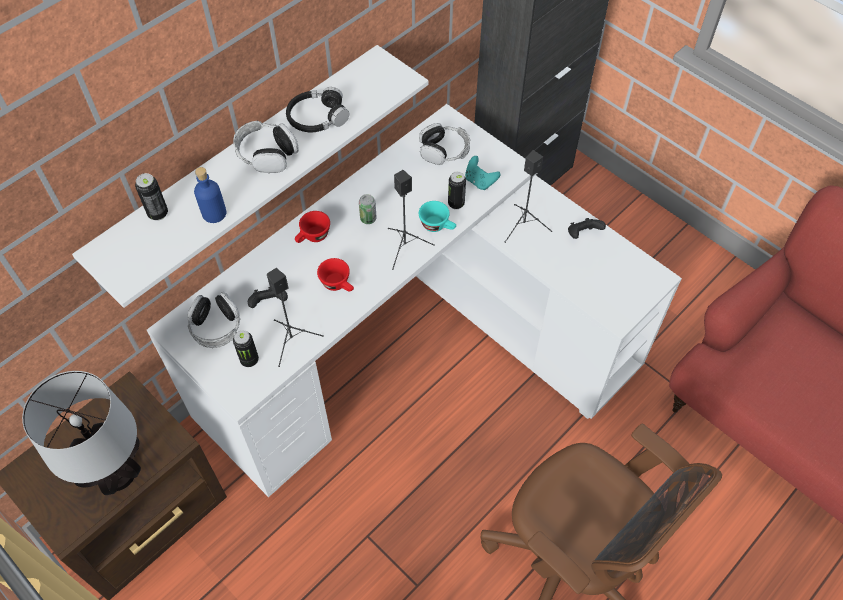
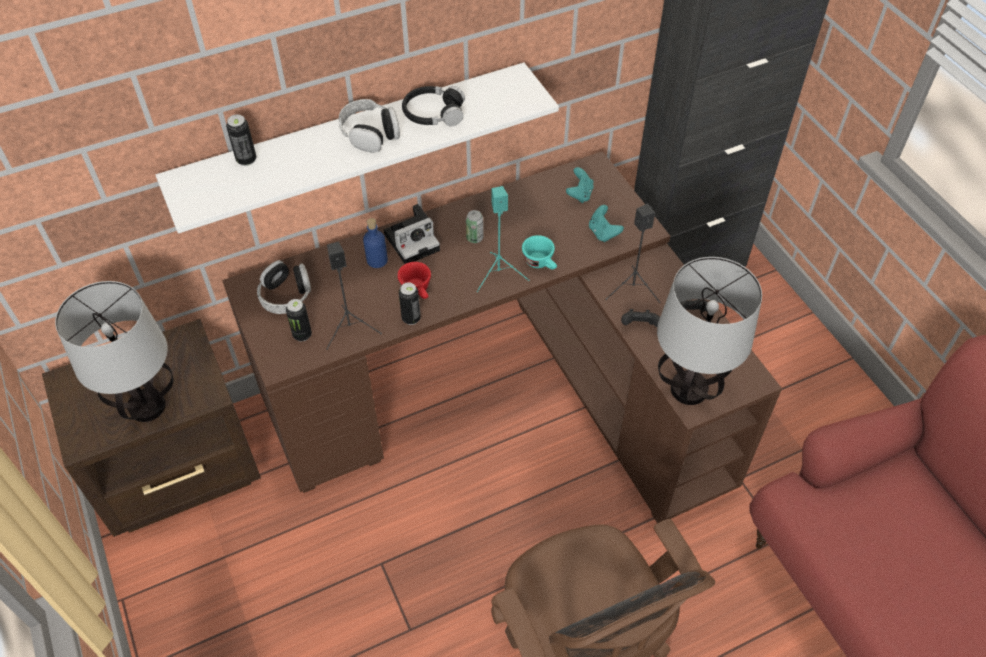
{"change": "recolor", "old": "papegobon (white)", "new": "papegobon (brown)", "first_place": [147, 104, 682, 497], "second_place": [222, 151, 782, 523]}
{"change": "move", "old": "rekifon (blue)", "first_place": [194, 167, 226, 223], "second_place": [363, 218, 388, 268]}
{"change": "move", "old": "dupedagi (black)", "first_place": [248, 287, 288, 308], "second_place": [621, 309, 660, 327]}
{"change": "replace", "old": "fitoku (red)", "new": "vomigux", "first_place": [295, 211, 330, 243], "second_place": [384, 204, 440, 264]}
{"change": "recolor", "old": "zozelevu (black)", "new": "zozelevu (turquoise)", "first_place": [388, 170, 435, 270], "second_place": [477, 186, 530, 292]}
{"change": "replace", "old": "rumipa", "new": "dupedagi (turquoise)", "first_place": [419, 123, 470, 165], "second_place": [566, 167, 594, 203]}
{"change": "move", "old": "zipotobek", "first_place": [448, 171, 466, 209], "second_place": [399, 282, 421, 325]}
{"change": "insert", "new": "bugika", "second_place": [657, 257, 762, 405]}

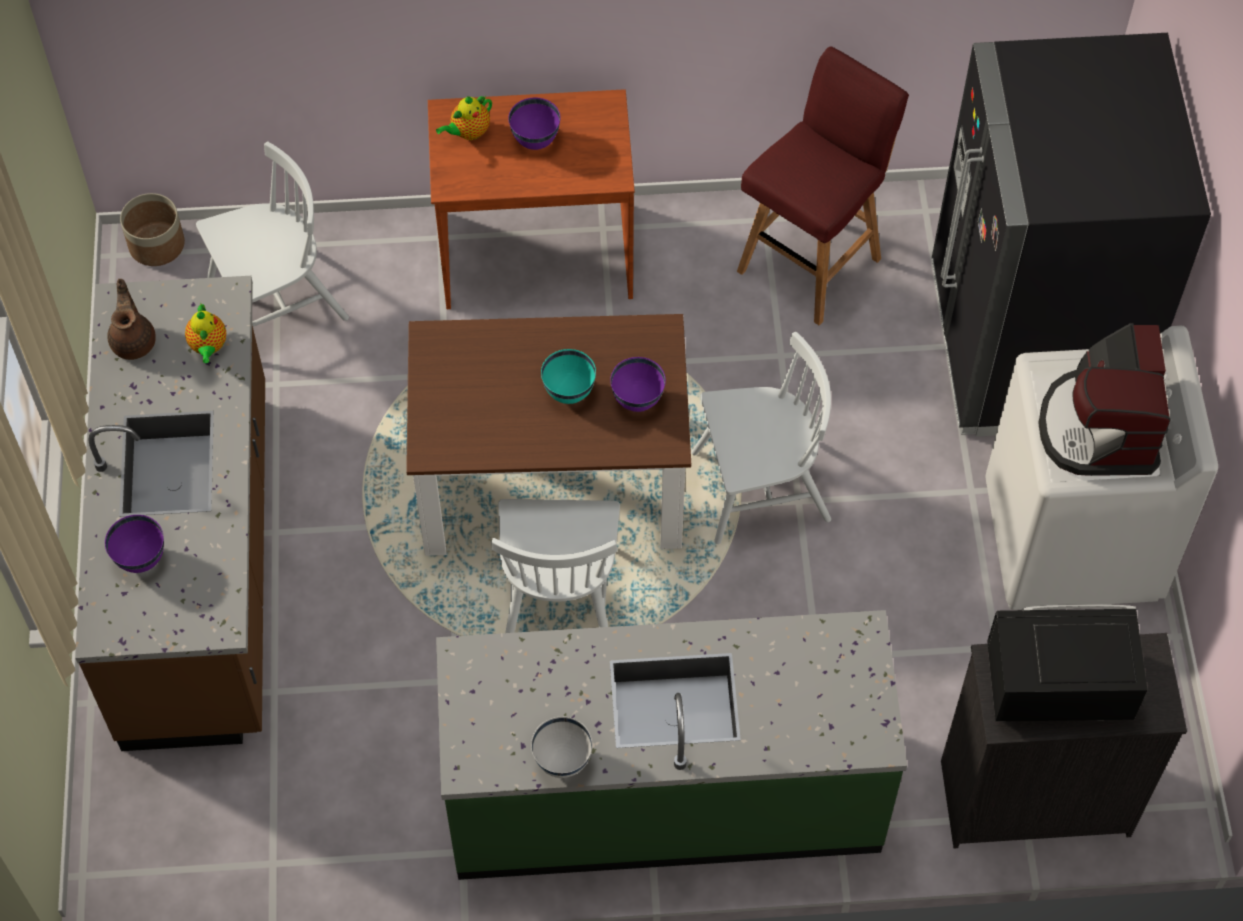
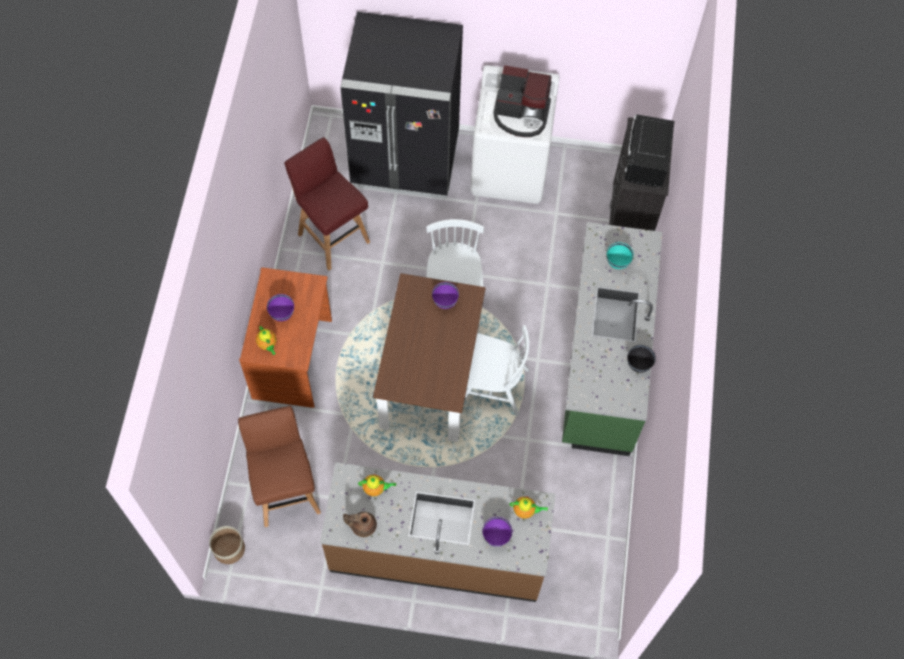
{"change": "replace", "old": "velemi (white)", "new": "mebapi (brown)", "first_place": [196, 141, 349, 327], "second_place": [238, 406, 321, 527]}
{"change": "recolor", "old": "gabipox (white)", "new": "gabipox (black)", "first_place": [531, 717, 592, 778], "second_place": [628, 345, 656, 373]}
{"change": "move", "old": "gabipox (turquoise)", "first_place": [541, 349, 596, 404], "second_place": [607, 242, 634, 269]}
{"change": "insert", "new": "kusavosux", "second_place": [509, 496, 548, 519]}

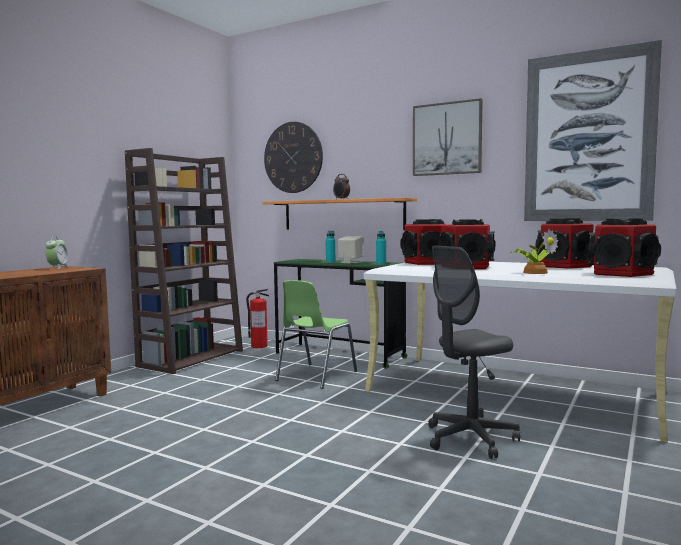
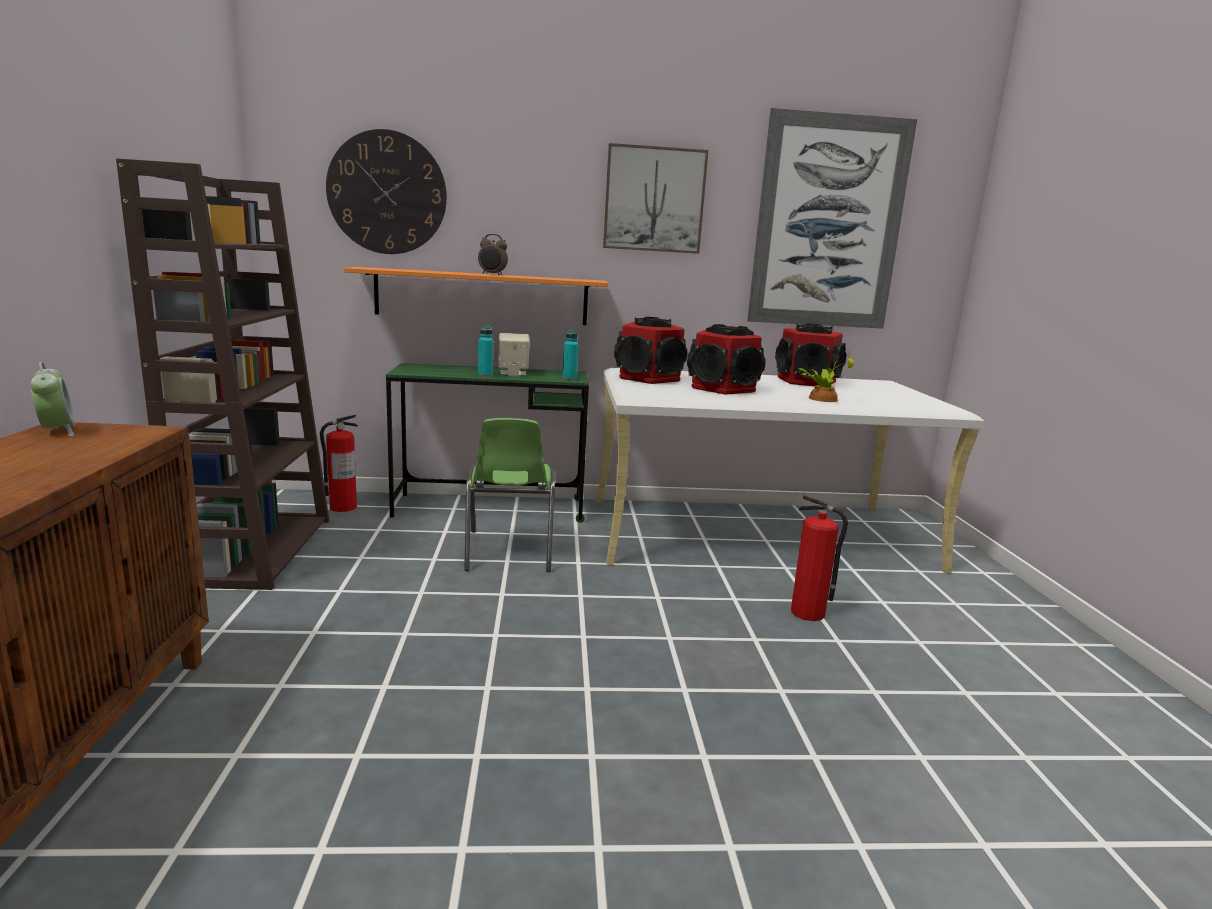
{"change": "replace", "old": "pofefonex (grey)", "new": "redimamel", "first_place": [428, 246, 520, 459], "second_place": [791, 495, 848, 621]}
{"change": "delete", "old": "zozelevu", "first_place": [588, 219, 661, 277]}

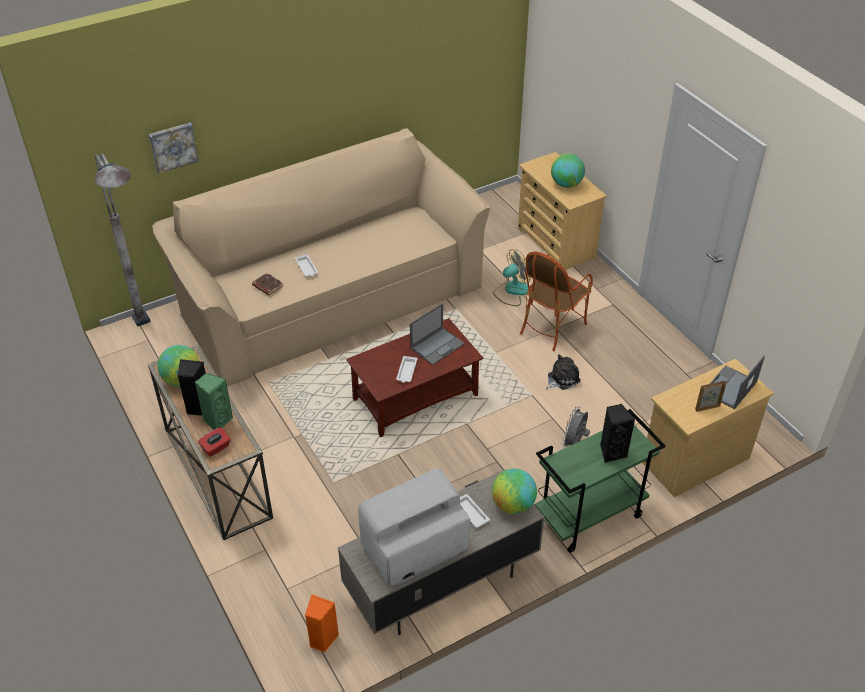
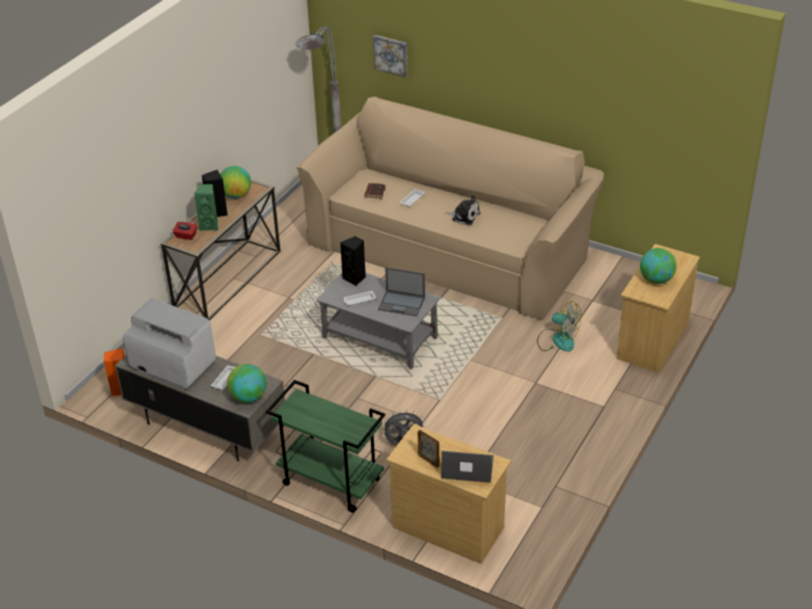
{"change": "recolor", "old": "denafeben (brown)", "new": "denafeben (grey)", "first_place": [346, 318, 483, 437], "second_place": [316, 273, 441, 370]}
{"change": "delete", "old": "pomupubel", "first_place": [520, 252, 593, 352]}
{"change": "move", "old": "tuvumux", "first_place": [546, 354, 581, 390], "second_place": [446, 195, 480, 225]}
{"change": "move", "old": "zozelevu (black)", "first_place": [600, 404, 635, 463], "second_place": [340, 236, 366, 287]}

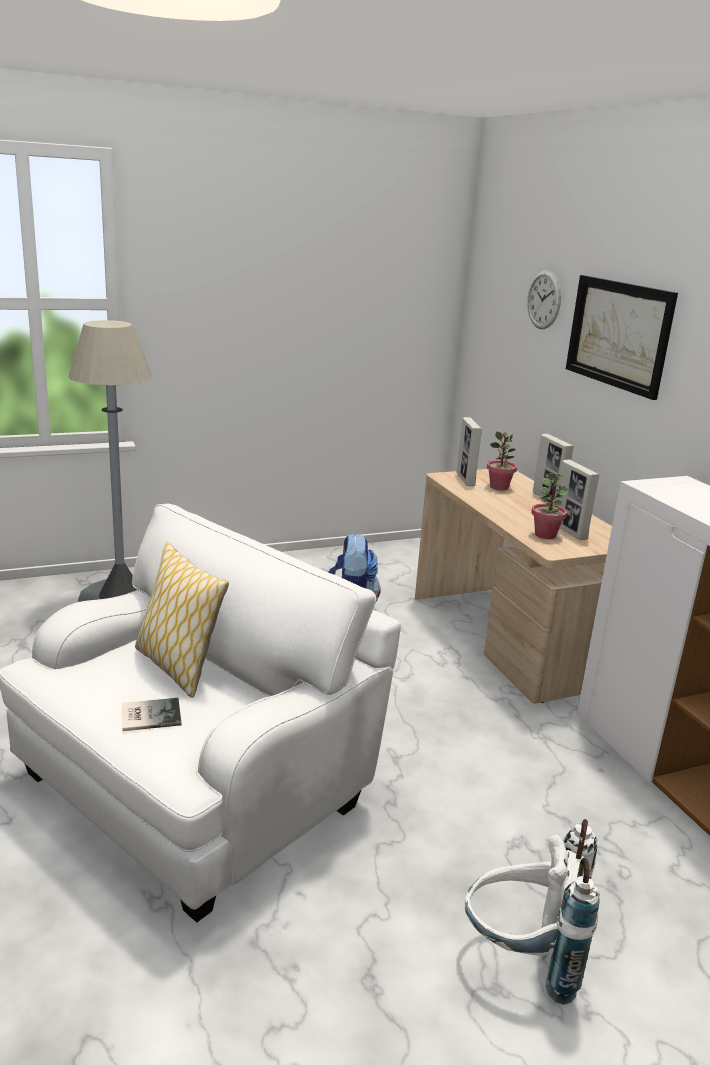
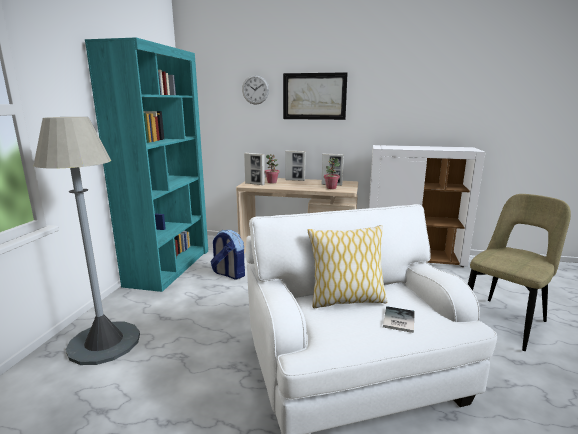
{"change": "replace", "old": "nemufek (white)", "new": "velemi (beige)", "first_place": [465, 819, 600, 1005], "second_place": [468, 194, 571, 351]}
{"change": "insert", "new": "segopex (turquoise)", "second_place": [85, 38, 208, 292]}

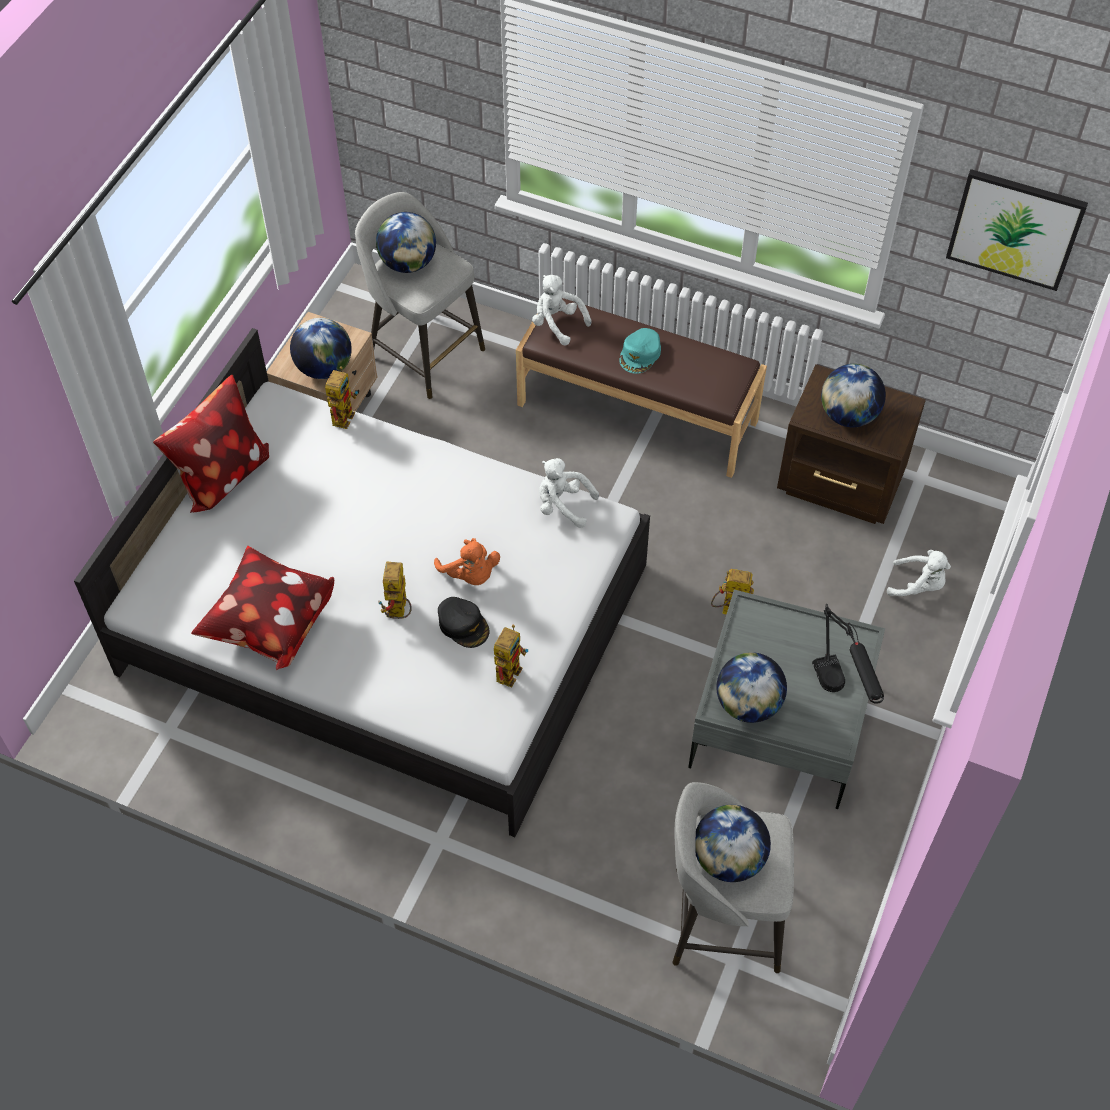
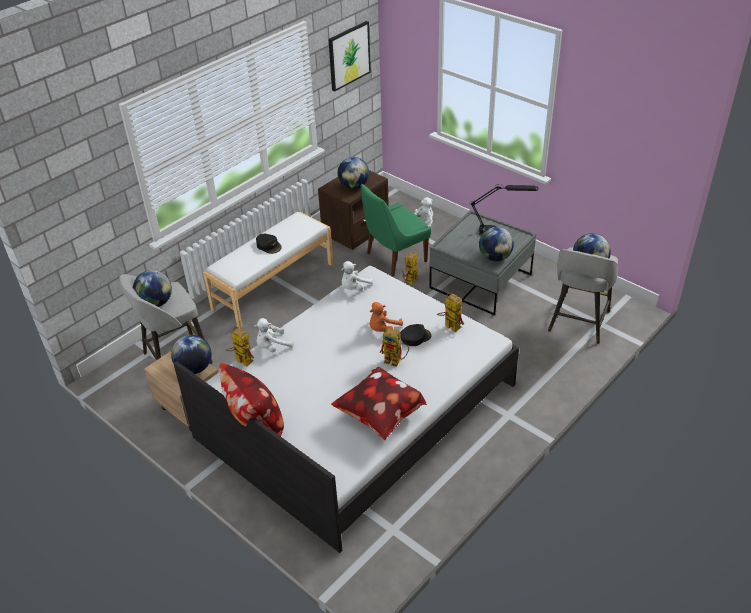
{"change": "rotate", "old": "tuvumux (orange)", "first_place": [434, 538, 500, 585], "second_place": [370, 302, 403, 332], "degrees": 150}
{"change": "recolor", "old": "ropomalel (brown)", "new": "ropomalel (white)", "first_place": [516, 298, 767, 478], "second_place": [203, 212, 333, 329]}
{"change": "move", "old": "tuvumux (white)", "first_place": [532, 275, 592, 346], "second_place": [254, 318, 294, 352]}
{"change": "recolor", "old": "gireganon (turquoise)", "new": "gireganon (black)", "first_place": [619, 328, 661, 374], "second_place": [256, 234, 282, 254]}
{"change": "insert", "new": "velemi (green)", "second_place": [361, 184, 431, 276]}

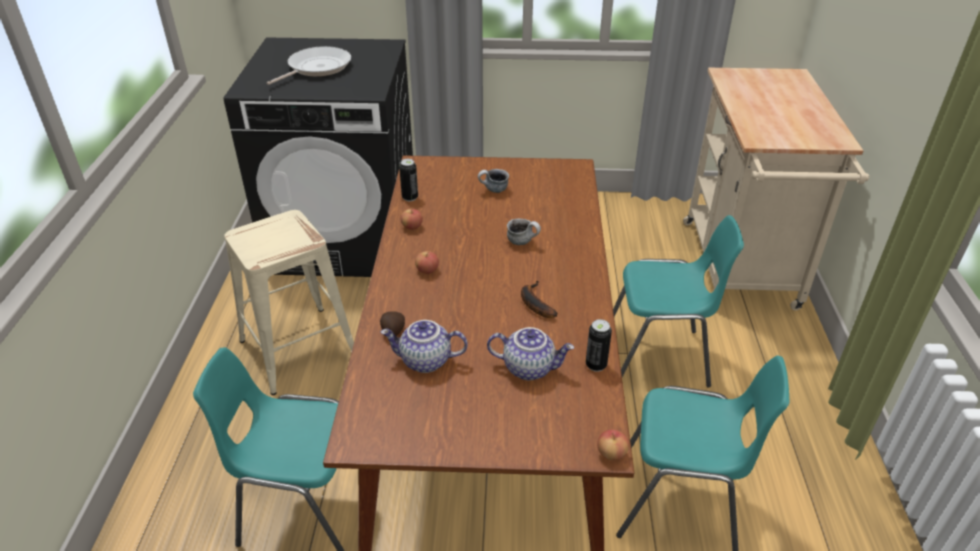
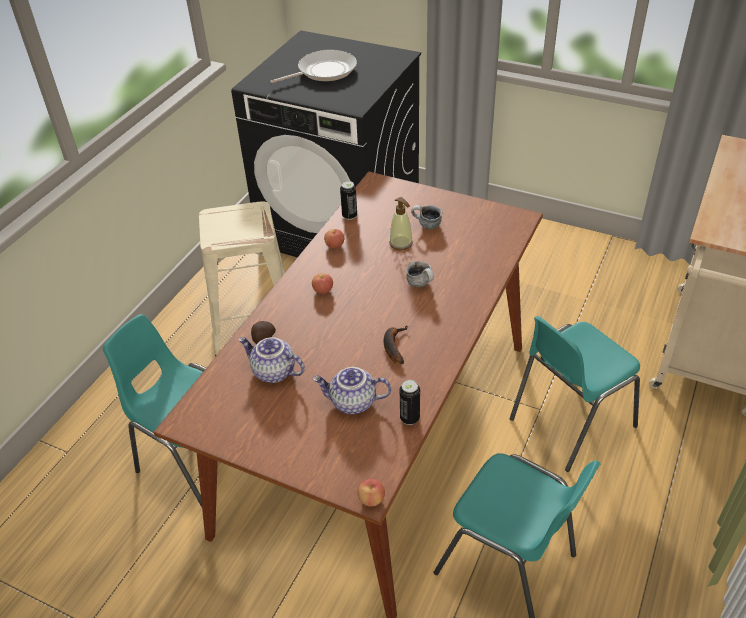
{"change": "rotate", "old": "kusavosux", "first_place": [487, 327, 574, 380], "second_place": [313, 367, 391, 414], "degrees": 150}
{"change": "rotate", "old": "velemi (turquoise)", "first_place": [613, 215, 744, 388], "second_place": [510, 316, 640, 472], "degrees": 120}
{"change": "insert", "new": "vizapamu", "second_place": [389, 197, 413, 250]}

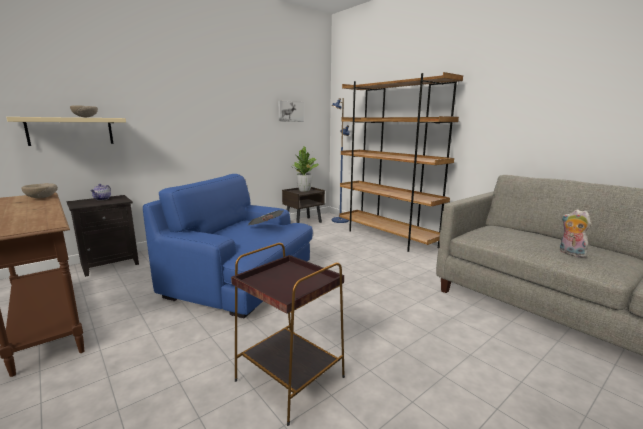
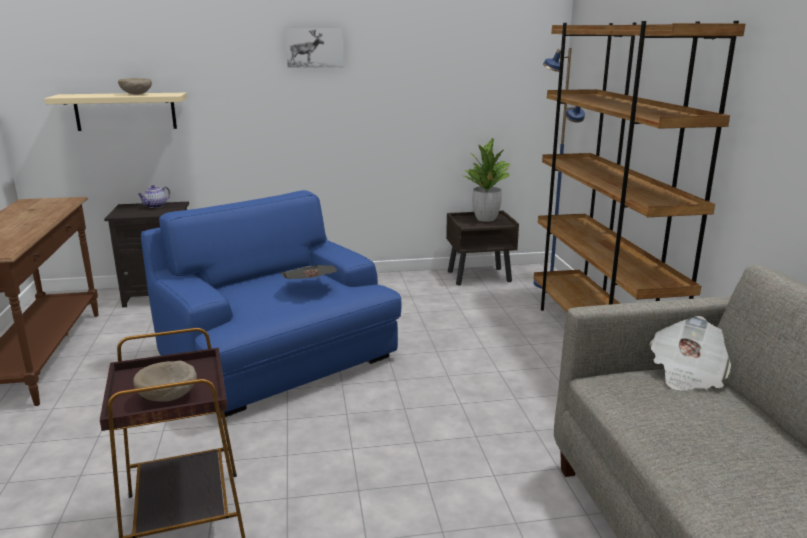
{"change": "move", "old": "gabipox (beige)", "first_place": [21, 183, 58, 198], "second_place": [133, 361, 197, 402]}
{"change": "move", "old": "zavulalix", "first_place": [278, 101, 304, 122], "second_place": [285, 27, 343, 68]}
{"change": "delete", "old": "tuvumux", "first_place": [560, 209, 591, 258]}
{"change": "insert", "new": "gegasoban", "second_place": [650, 316, 731, 390]}

